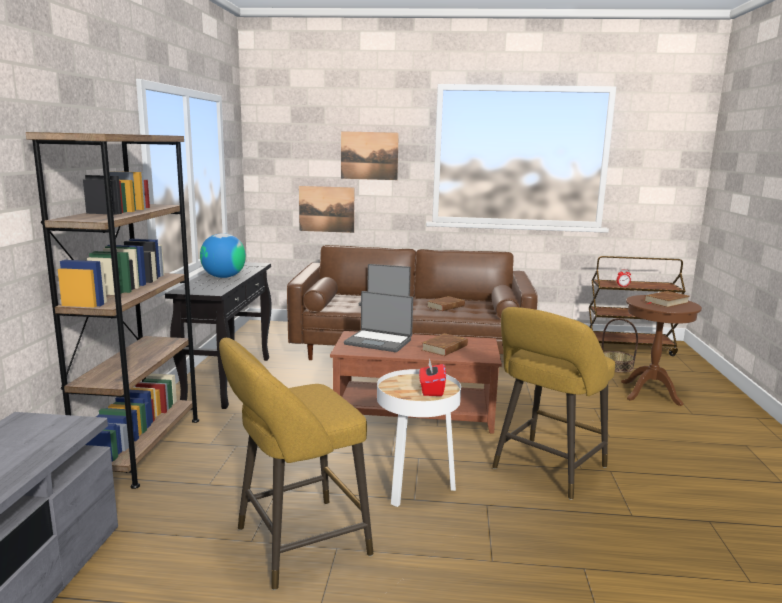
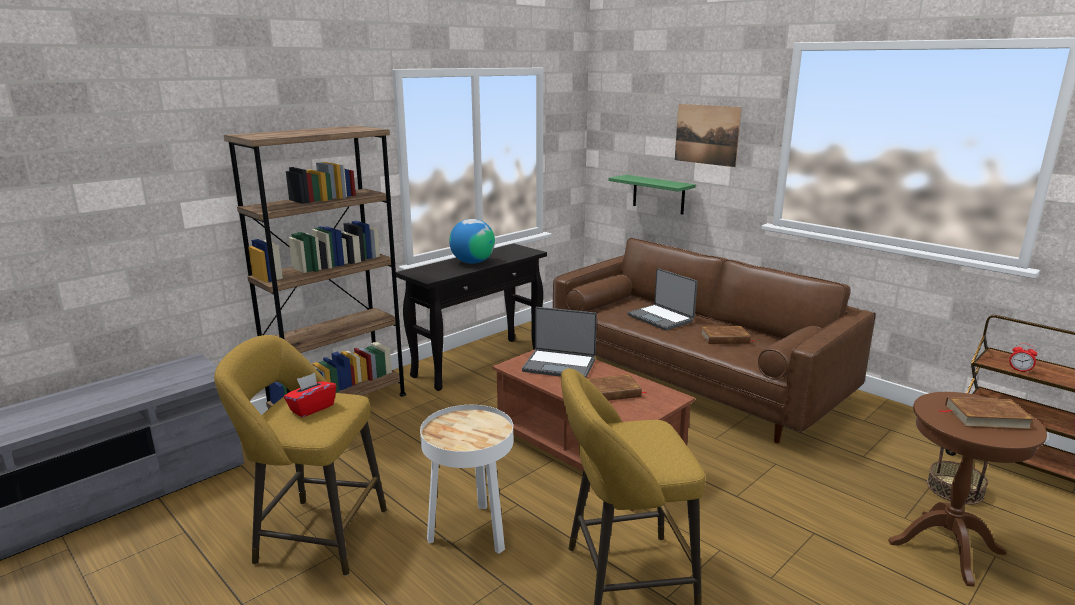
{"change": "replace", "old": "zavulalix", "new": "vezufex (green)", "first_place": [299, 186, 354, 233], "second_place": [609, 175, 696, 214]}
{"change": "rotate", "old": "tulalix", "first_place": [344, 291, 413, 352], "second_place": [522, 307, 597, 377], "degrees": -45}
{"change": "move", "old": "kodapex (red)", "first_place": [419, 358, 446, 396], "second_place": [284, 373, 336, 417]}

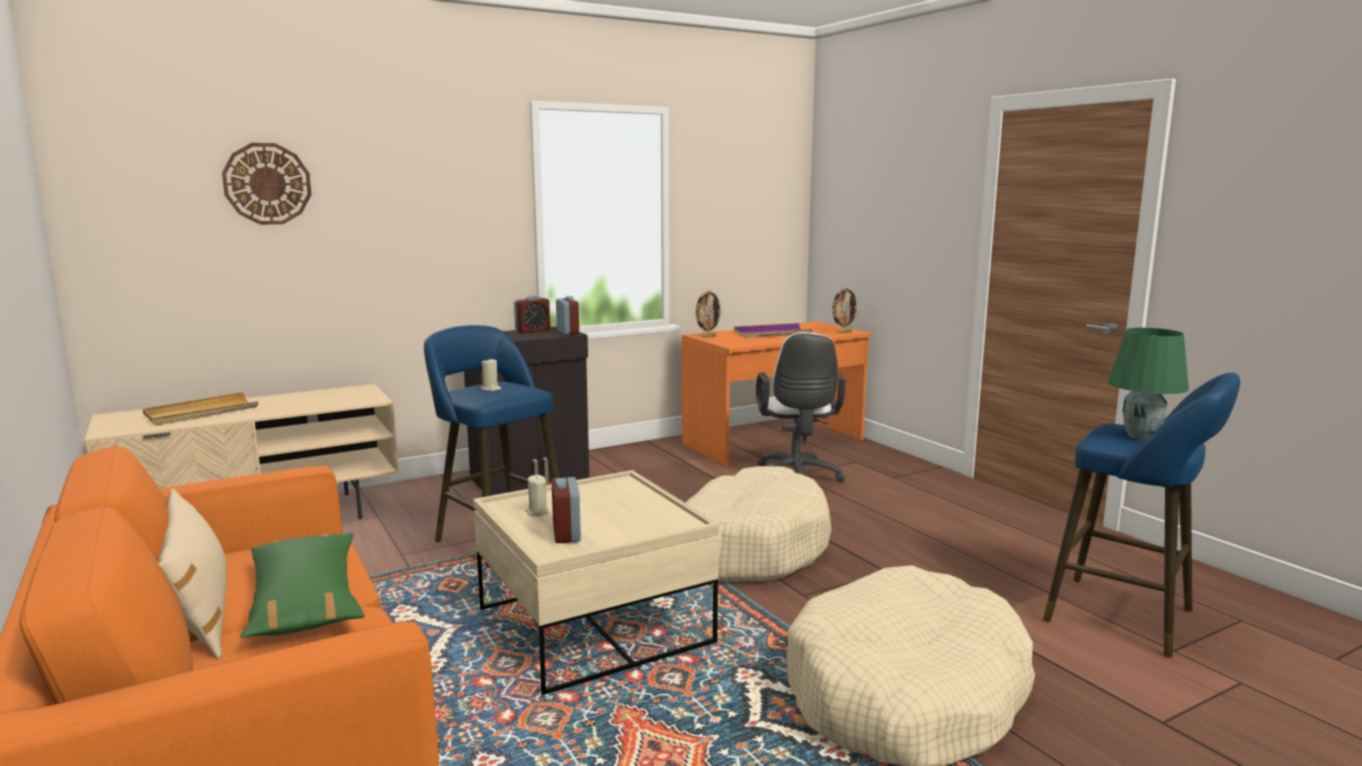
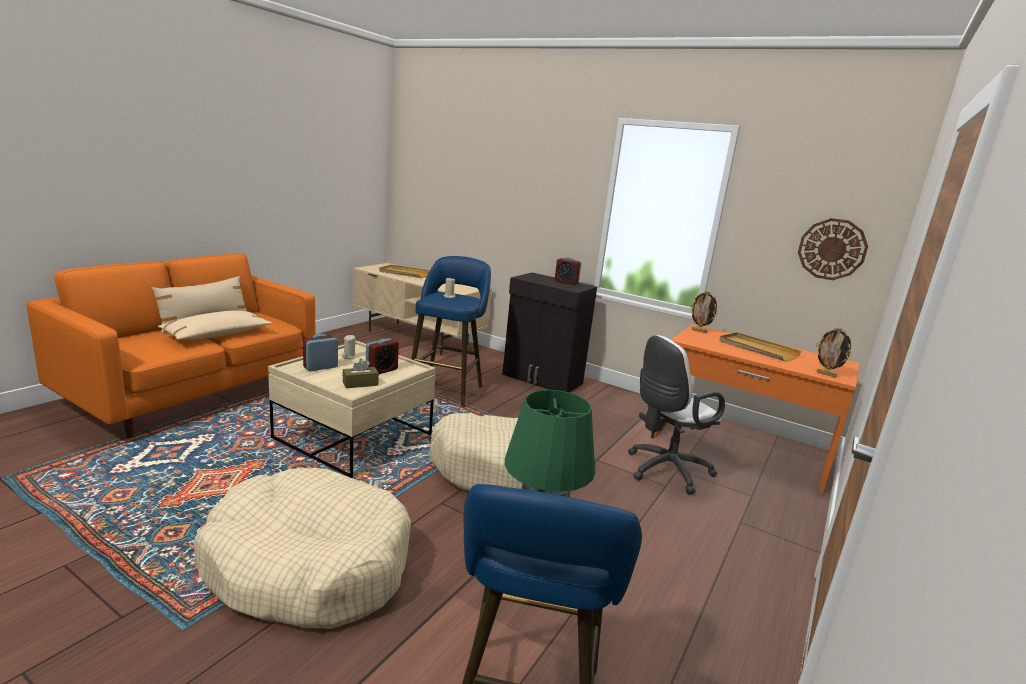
{"change": "move", "old": "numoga", "first_place": [222, 143, 312, 225], "second_place": [798, 218, 868, 280]}
{"change": "recolor", "old": "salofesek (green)", "new": "salofesek (beige)", "first_place": [240, 532, 365, 638], "second_place": [158, 310, 272, 340]}
{"change": "move", "old": "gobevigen", "first_place": [556, 296, 579, 335], "second_place": [366, 338, 399, 374]}
{"change": "recolor", "old": "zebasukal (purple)", "new": "zebasukal (beige)", "first_place": [734, 323, 812, 338], "second_place": [719, 332, 801, 362]}
{"change": "insert", "new": "kodapex (brown)", "second_place": [343, 359, 379, 388]}

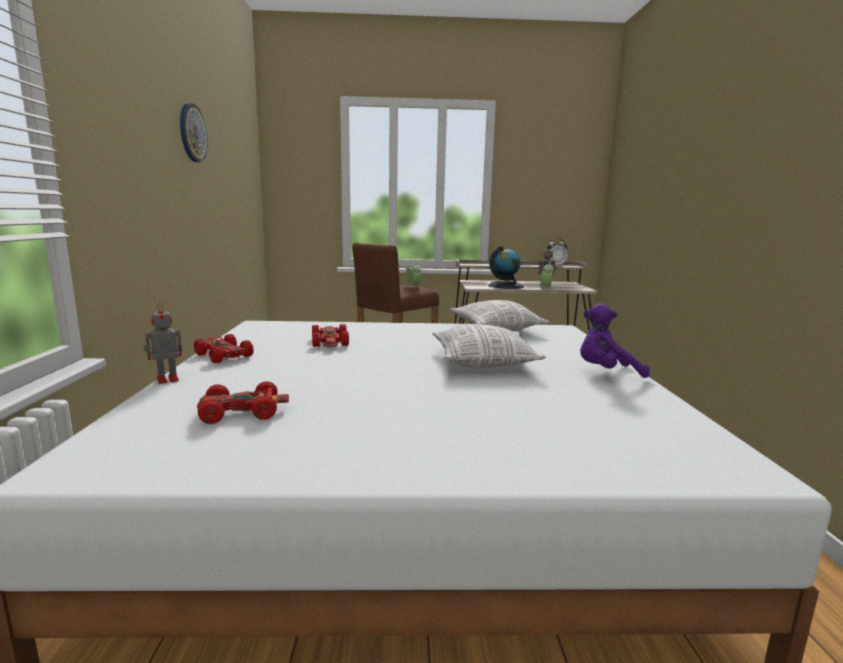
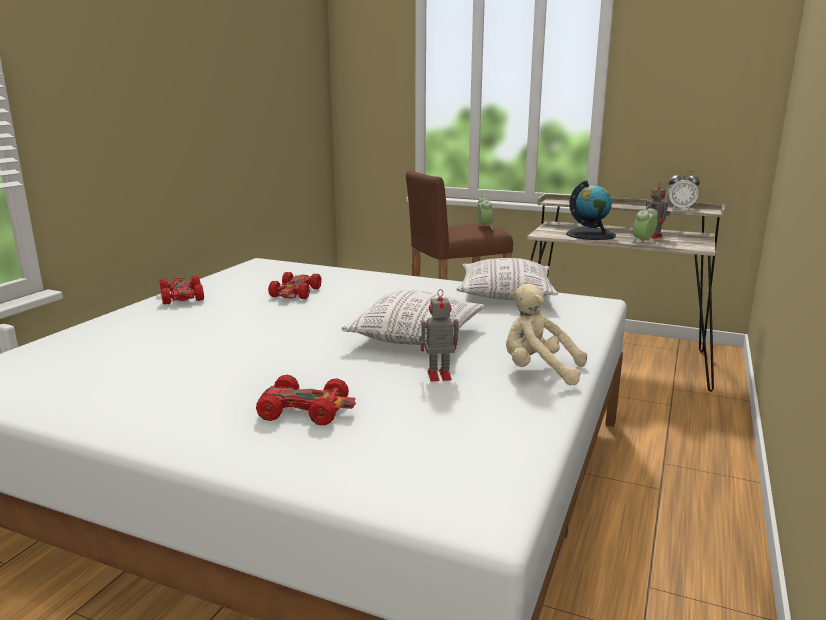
{"change": "move", "old": "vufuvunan", "first_place": [143, 303, 182, 384], "second_place": [419, 289, 458, 381]}
{"change": "delete", "old": "numoga", "first_place": [180, 103, 208, 162]}
{"change": "move", "old": "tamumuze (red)", "first_place": [197, 381, 289, 424], "second_place": [256, 375, 356, 425]}
{"change": "recolor", "old": "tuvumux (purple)", "new": "tuvumux (beige)", "first_place": [580, 303, 649, 378], "second_place": [506, 283, 587, 385]}

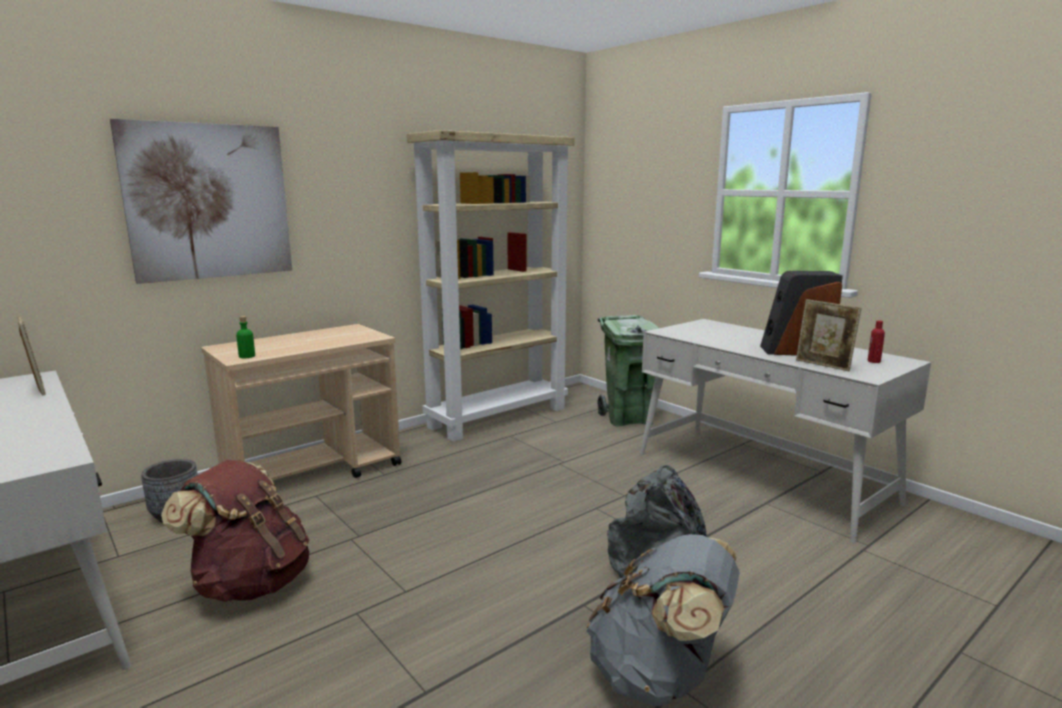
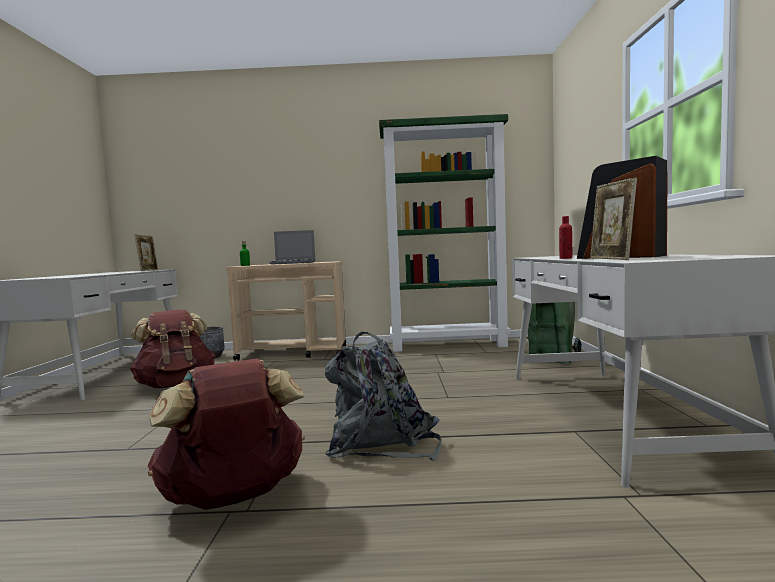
{"change": "delete", "old": "zavulalix", "first_place": [110, 119, 292, 284]}
{"change": "recolor", "old": "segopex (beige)", "new": "segopex (green)", "first_place": [407, 130, 575, 442], "second_place": [379, 114, 510, 352]}
{"change": "recolor", "old": "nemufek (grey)", "new": "nemufek (brown)", "first_place": [586, 534, 740, 706], "second_place": [148, 358, 305, 510]}
{"change": "move", "old": "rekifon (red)", "first_place": [868, 320, 885, 363], "second_place": [559, 216, 572, 259]}
{"change": "insert", "new": "tulalix", "second_place": [269, 230, 315, 265]}

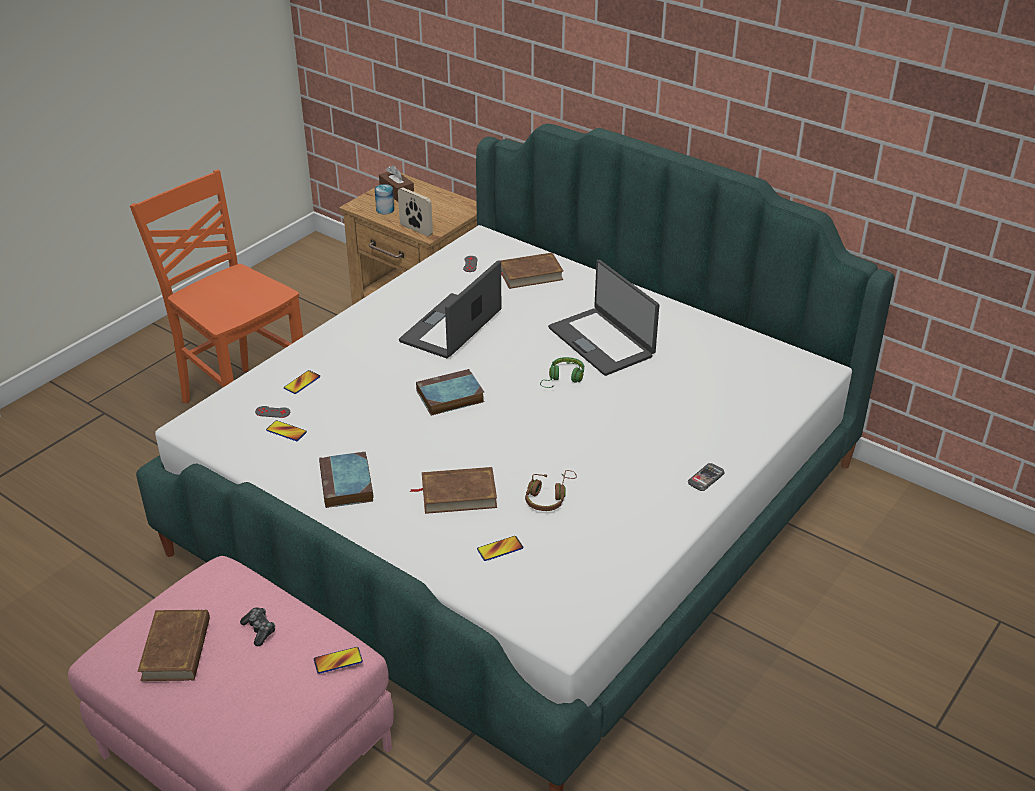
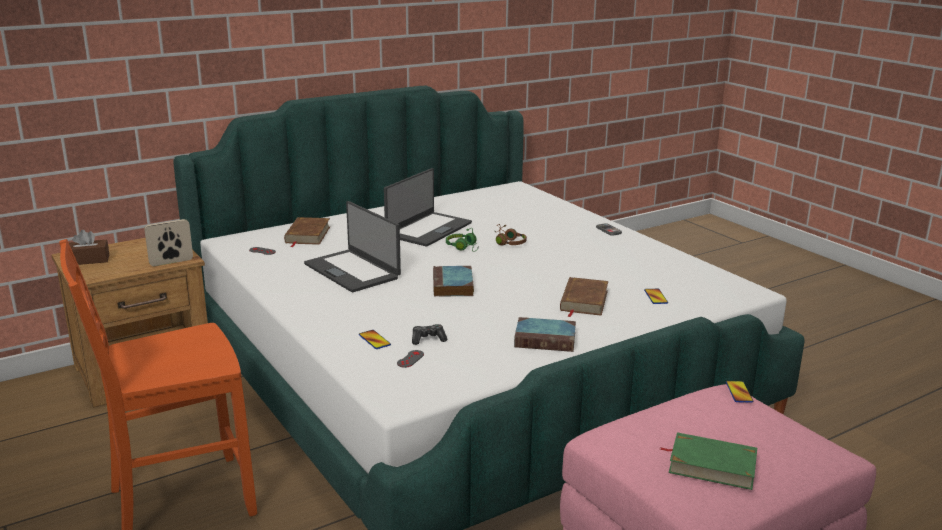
{"change": "recolor", "old": "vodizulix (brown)", "new": "vodizulix (green)", "first_place": [138, 609, 210, 681], "second_place": [660, 432, 757, 490]}
{"change": "move", "old": "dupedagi", "first_place": [240, 607, 275, 646], "second_place": [412, 324, 447, 345]}
{"change": "delete", "old": "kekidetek", "first_place": [266, 420, 307, 441]}
{"change": "delete", "old": "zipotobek", "first_place": [375, 184, 394, 214]}
{"change": "move", "old": "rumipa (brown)", "first_place": [525, 470, 577, 511], "second_place": [494, 224, 527, 246]}
{"change": "rotate", "old": "tulalix", "first_place": [548, 260, 659, 376], "second_place": [384, 168, 472, 247], "degrees": -45}

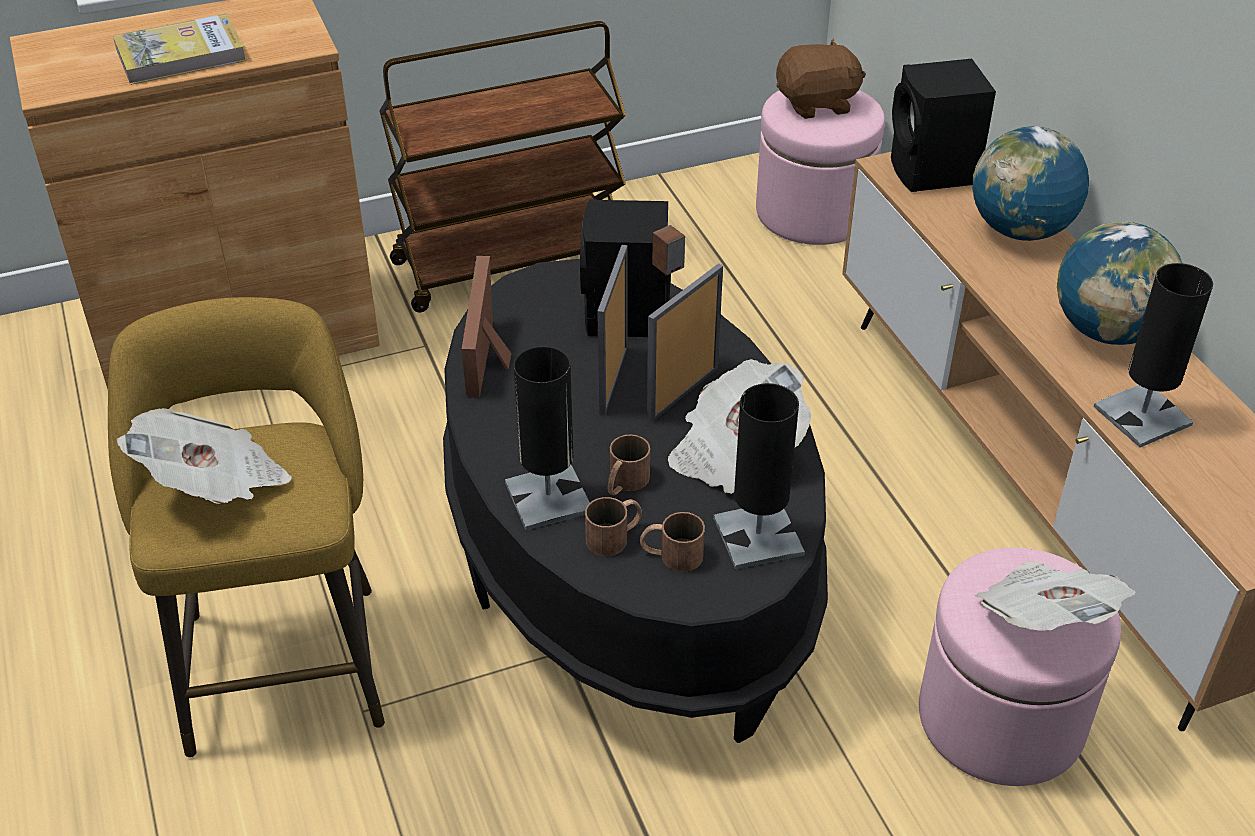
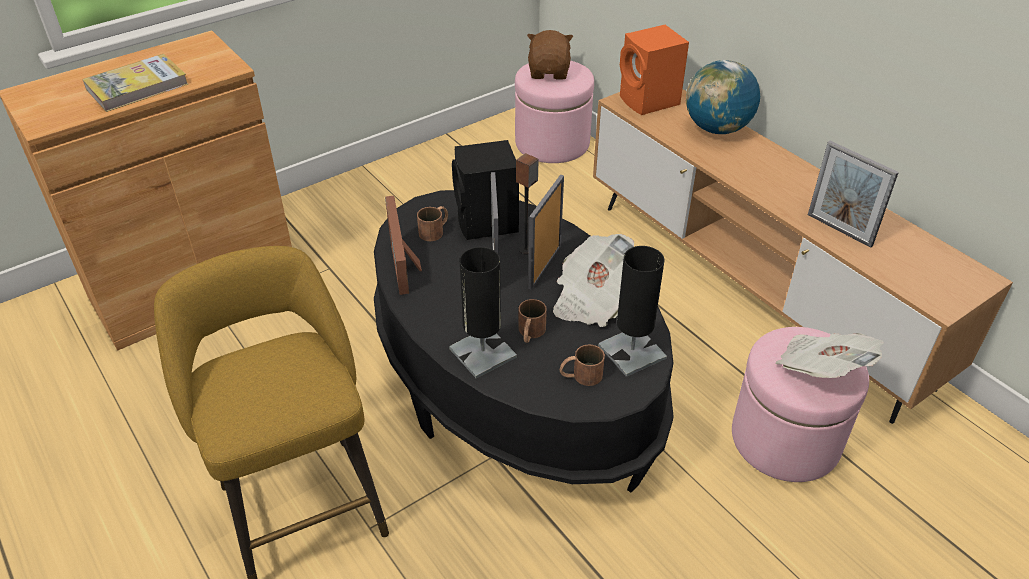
{"change": "delete", "old": "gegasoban", "first_place": [117, 408, 292, 504]}
{"change": "delete", "old": "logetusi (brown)", "first_place": [379, 21, 626, 313]}
{"change": "move", "old": "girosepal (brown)", "first_place": [585, 497, 642, 556], "second_place": [417, 206, 448, 241]}
{"change": "rotate", "old": "tuvumux (brown)", "first_place": [776, 39, 866, 119], "second_place": [527, 30, 573, 80], "degrees": -60}
{"change": "recolor", "old": "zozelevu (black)", "new": "zozelevu (orange)", "first_place": [891, 59, 996, 192], "second_place": [620, 25, 689, 115]}
{"change": "delete", "old": "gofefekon", "first_place": [1057, 222, 1182, 345]}
{"change": "replace", "old": "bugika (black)", "new": "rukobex", "first_place": [1094, 263, 1213, 447], "second_place": [808, 141, 899, 248]}

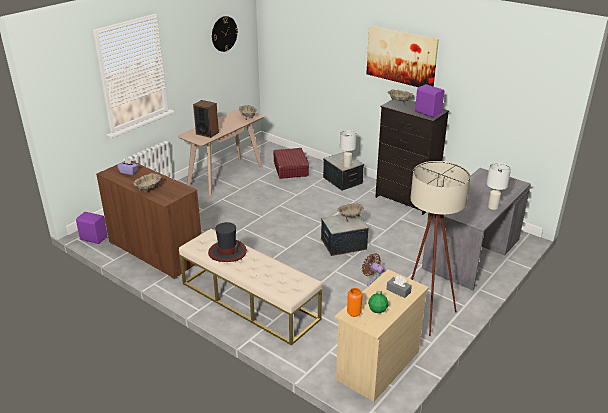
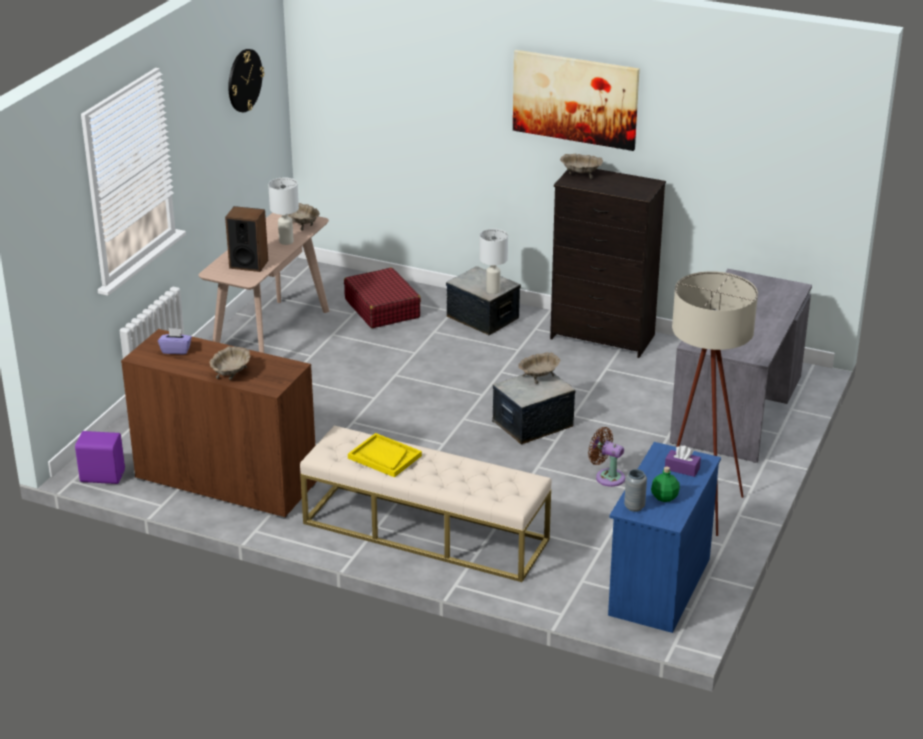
{"change": "replace", "old": "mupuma", "new": "zebasukal (yellow)", "first_place": [208, 222, 247, 262], "second_place": [348, 433, 422, 477]}
{"change": "recolor", "old": "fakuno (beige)", "new": "fakuno (blue)", "first_place": [335, 269, 429, 402], "second_place": [608, 442, 721, 633]}
{"change": "recolor", "old": "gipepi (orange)", "new": "gipepi (grey)", "first_place": [347, 288, 362, 317], "second_place": [624, 469, 647, 512]}
{"change": "recolor", "old": "kodapex (grey)", "new": "kodapex (purple)", "first_place": [387, 276, 412, 298], "second_place": [665, 446, 701, 477]}
{"change": "delete", "old": "zozelevu (purple)", "first_place": [415, 84, 445, 118]}
{"change": "move", "old": "bugika (white)", "first_place": [487, 163, 511, 210], "second_place": [268, 177, 299, 245]}

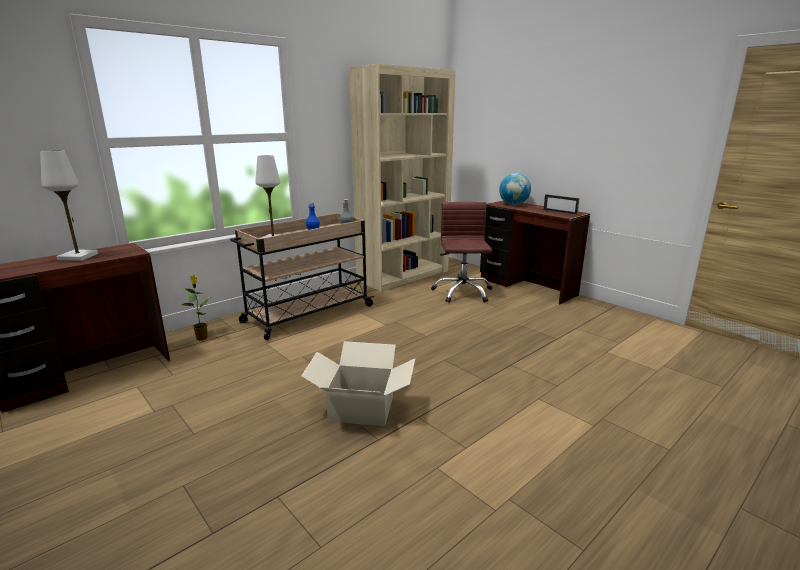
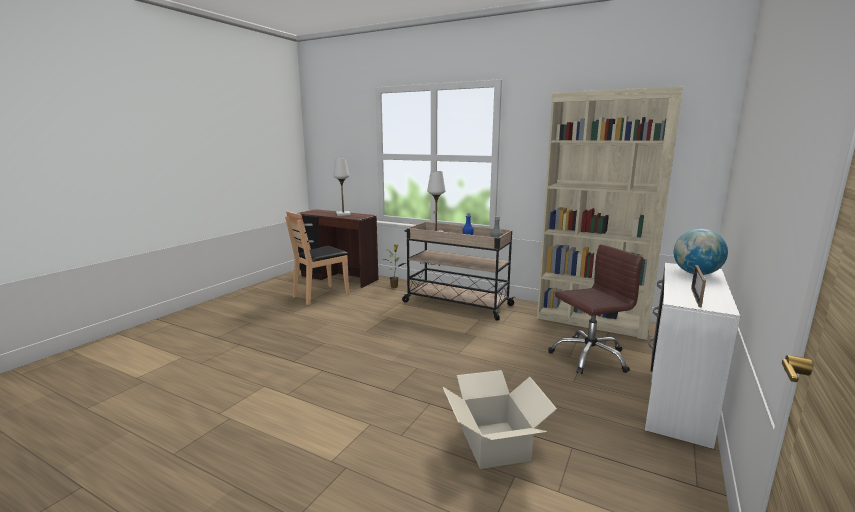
{"change": "move", "old": "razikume", "first_place": [301, 341, 415, 426], "second_place": [443, 370, 557, 469]}
{"change": "recolor", "old": "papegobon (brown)", "new": "papegobon (white)", "first_place": [480, 200, 590, 305], "second_place": [645, 263, 740, 449]}
{"change": "insert", "new": "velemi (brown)", "second_place": [285, 211, 349, 305]}

